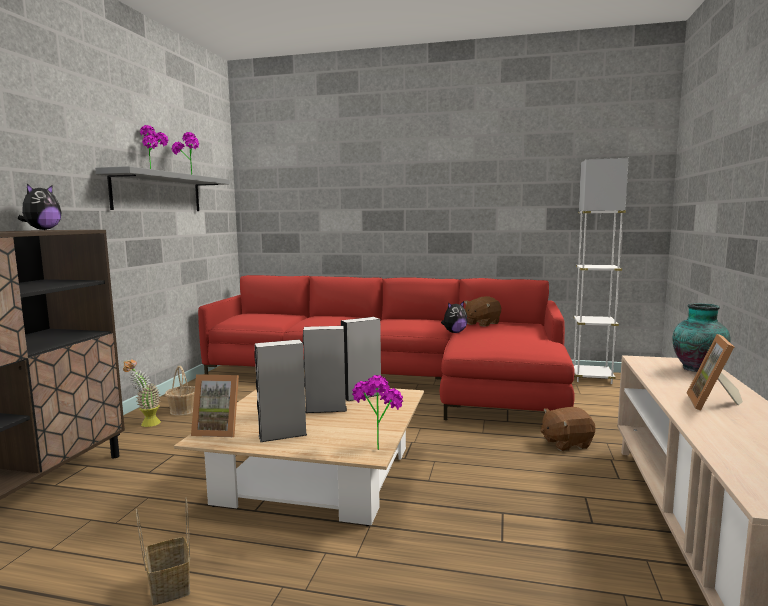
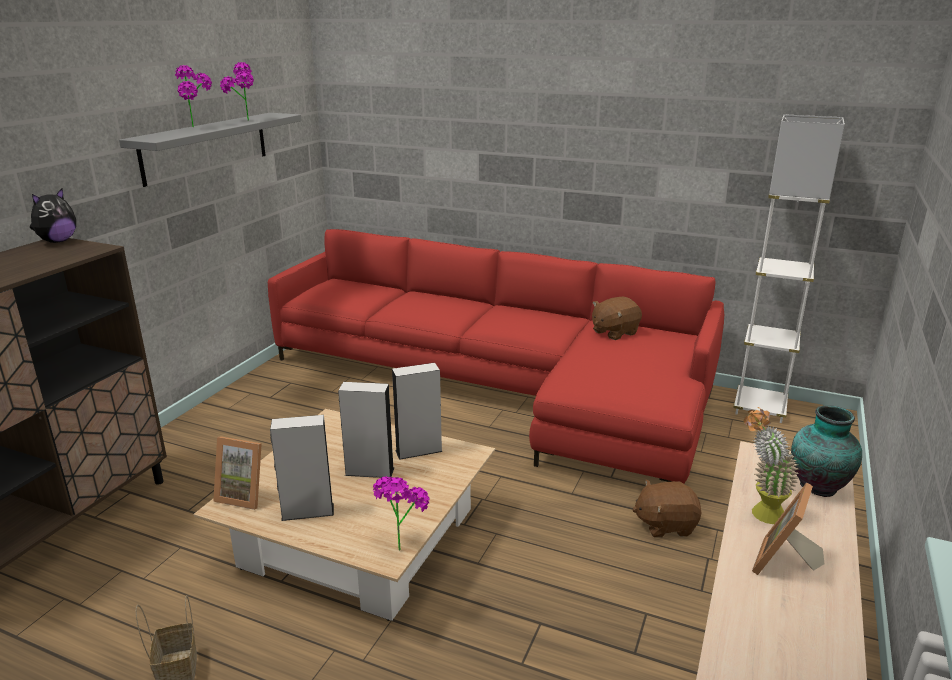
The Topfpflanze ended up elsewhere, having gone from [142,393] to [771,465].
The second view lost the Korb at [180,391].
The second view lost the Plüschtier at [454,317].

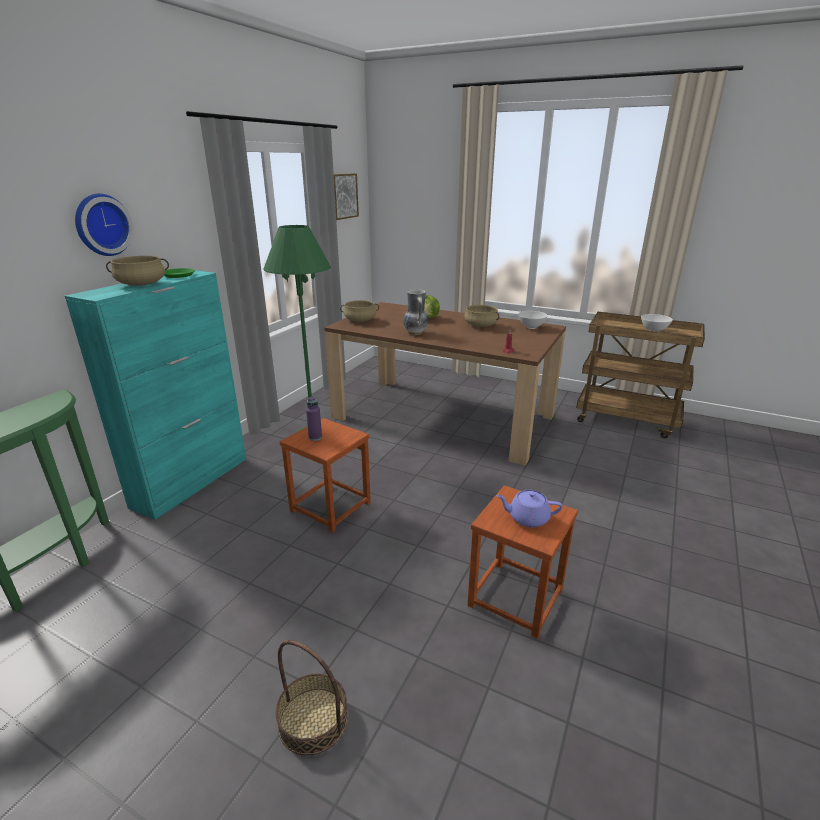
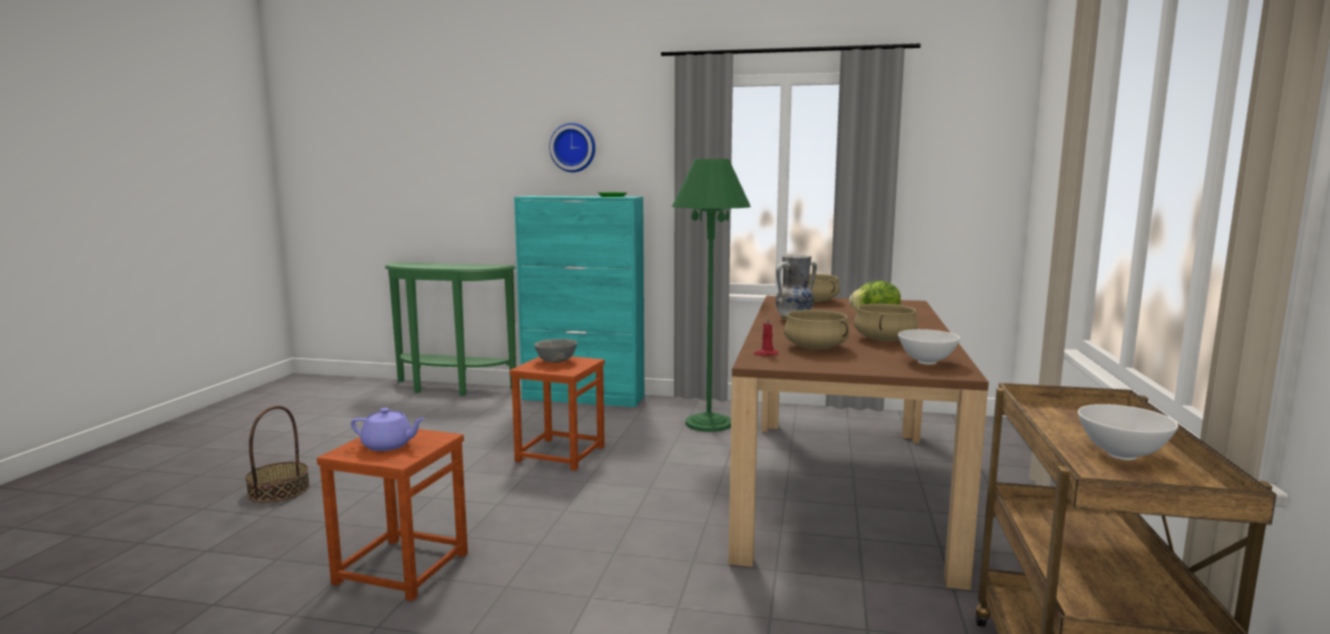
The Kochtopf (beige) ended up elsewhere, having gone from [137,271] to [817,329].
Where the Flasche (lila) stood at [314,418], the Schüssel (grau) came to stand at [556,351].
The second view lost the Bild at [346,197].
The Teekanne (lila) at [529,508] ended up facing another way, 105 degrees clockwise from before.

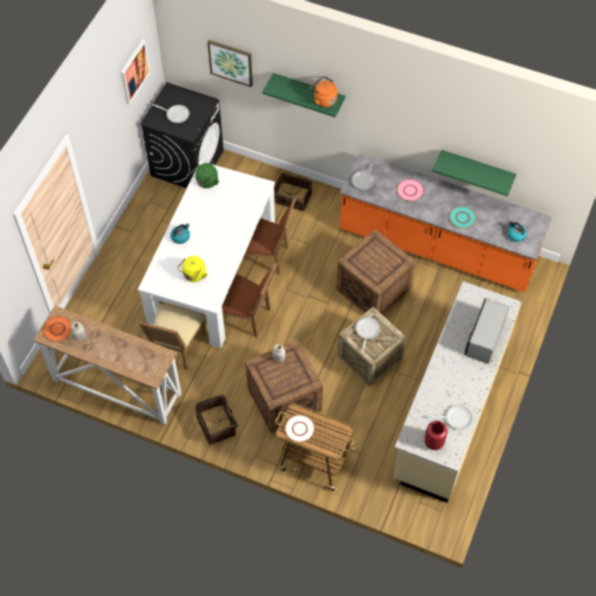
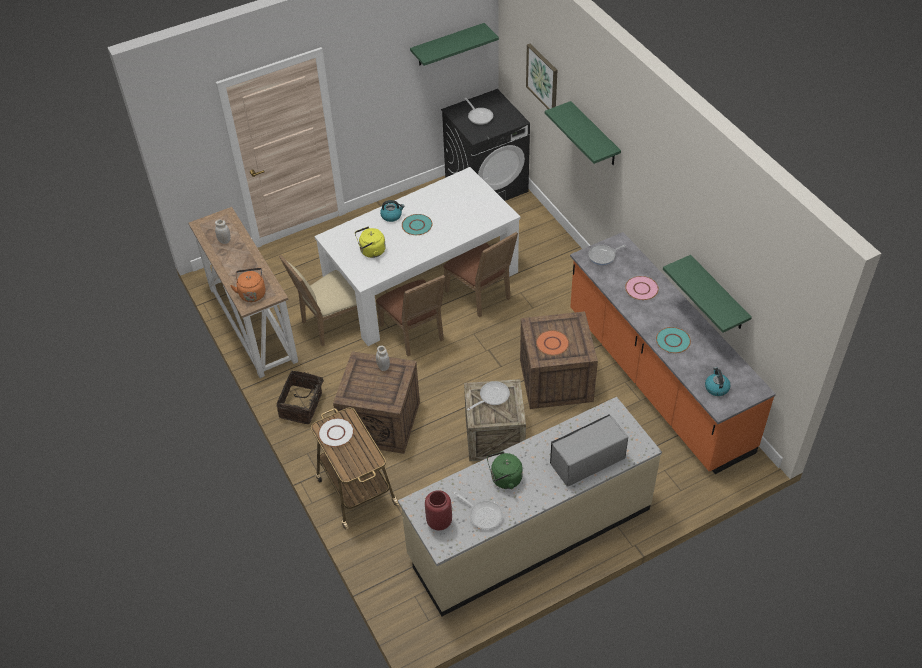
The Teller (orange) ended up elsewhere, having gone from [57,329] to [552,343].
Where the Bild hung at [136,72], the Wandregal (grün) came to hang at [454,44].
The Wasserkessel (grün) ended up elsewhere, having gone from [205,175] to [505,470].
The second view lost the Korb at [293,191].
The Wasserkessel (orange) ended up elsewhere, having gone from [323,91] to [248,285].
The second view gained the Teller (türkis) at [417,224].

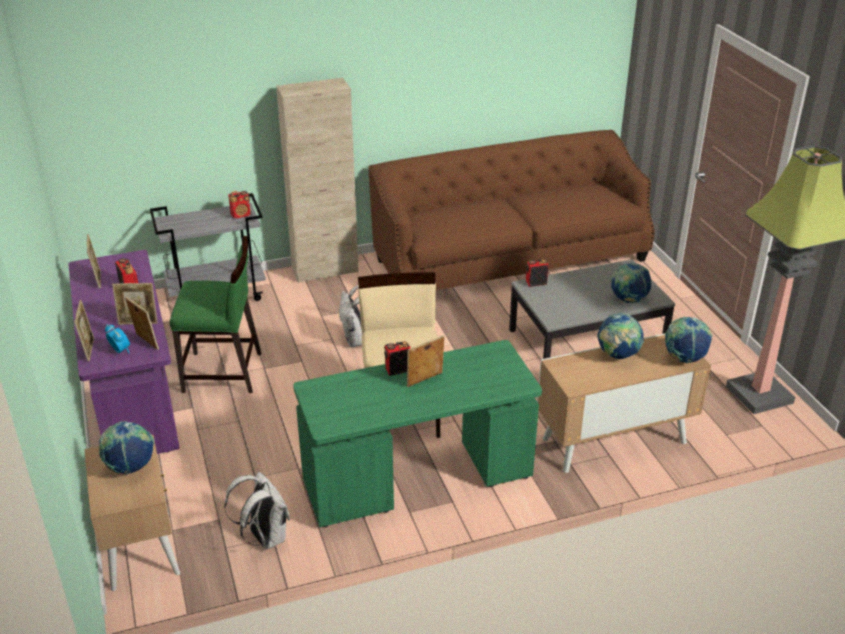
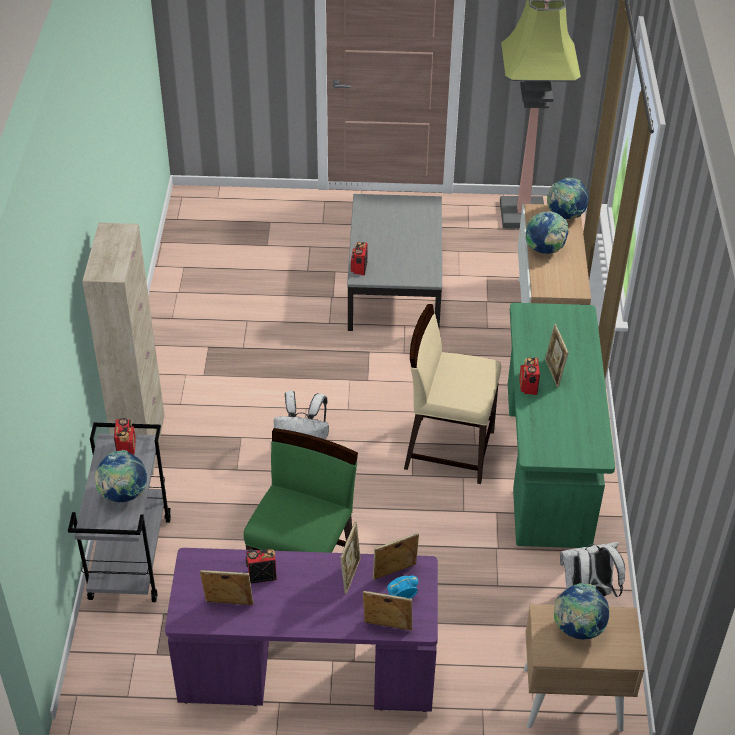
The second view lost the Sofa (braun) at [511,210].
The Globus ended up elsewhere, having gone from [631,283] to [120,476].

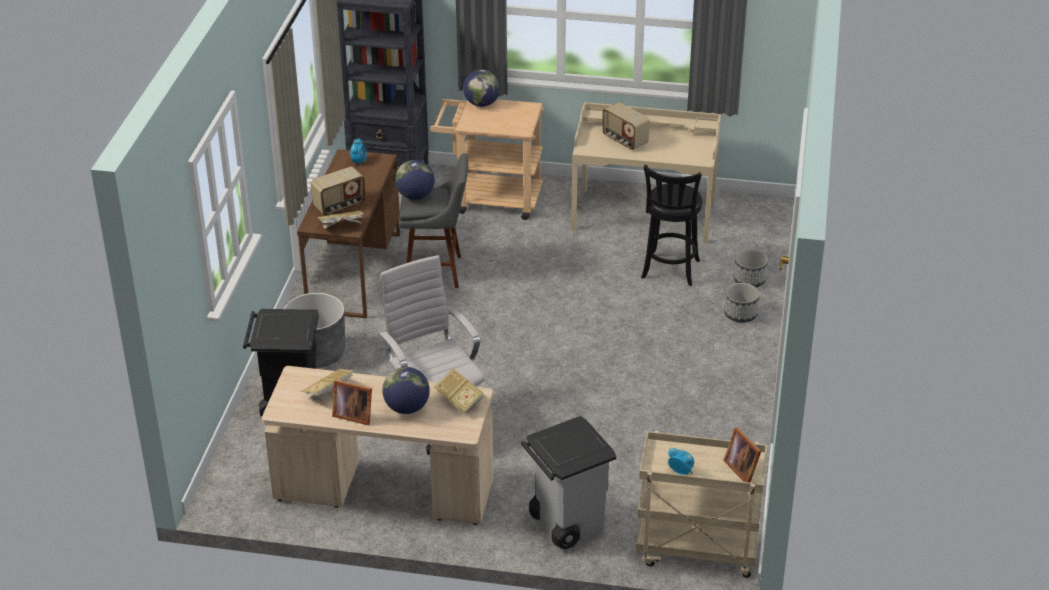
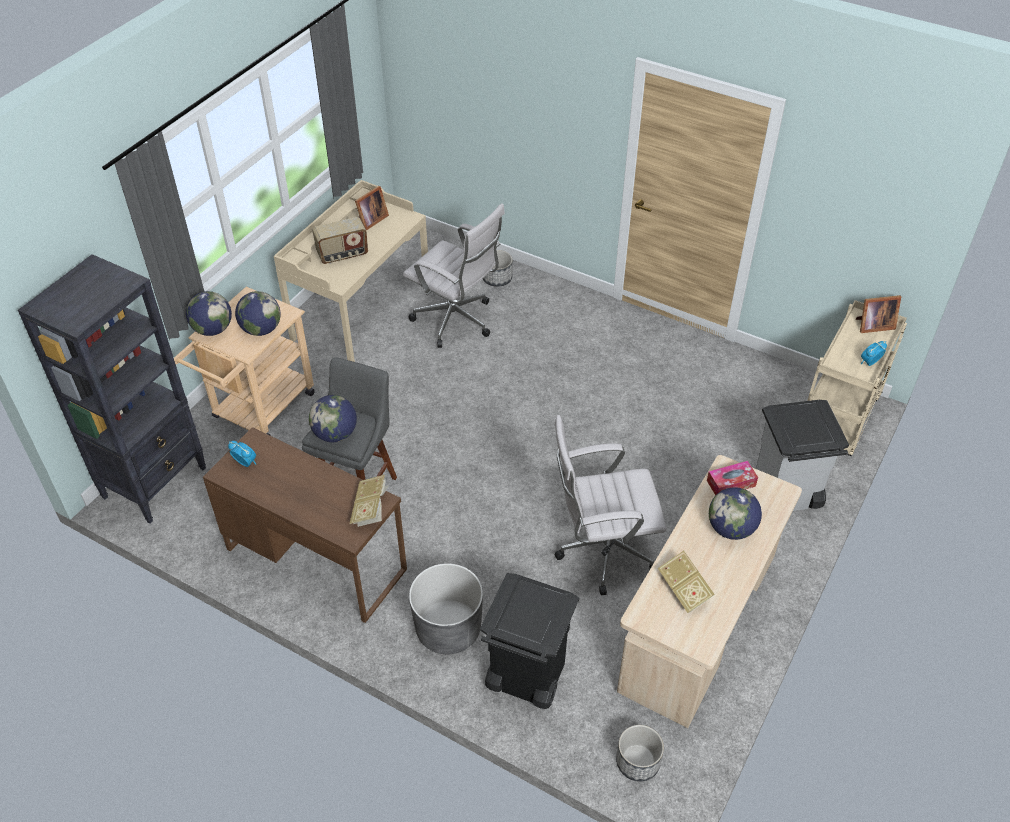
The second view lost the Radio at [338,191].
The Bilderrahmen ended up elsewhere, having gone from [352,402] to [372,208].
Where the Buch stood at [459,391], the Taschentuchbox came to stand at [732,478].
Where the Hocker (schwarz) stood at [672,225], the Bürostuhl (weiß) came to stand at [454,275].
The Pflanzkübel ended up elsewhere, having gone from [742,303] to [640,753].
The second view gained the Globus at [258,313].

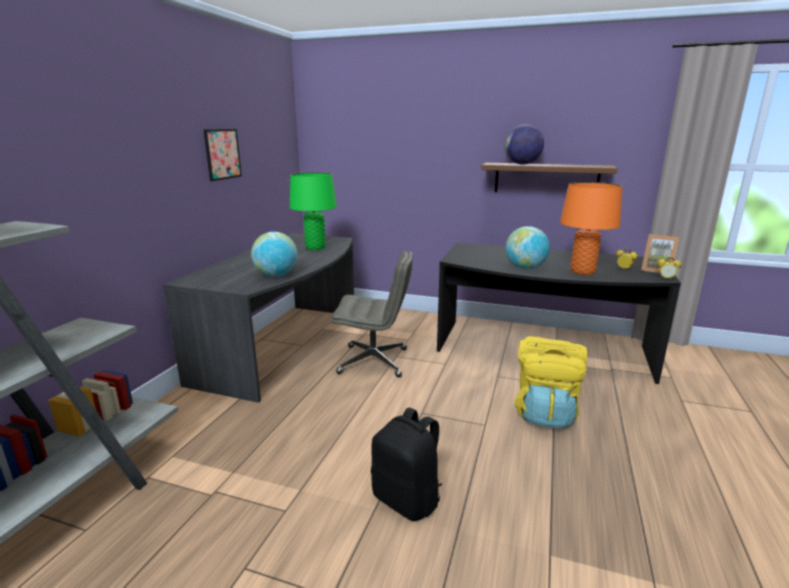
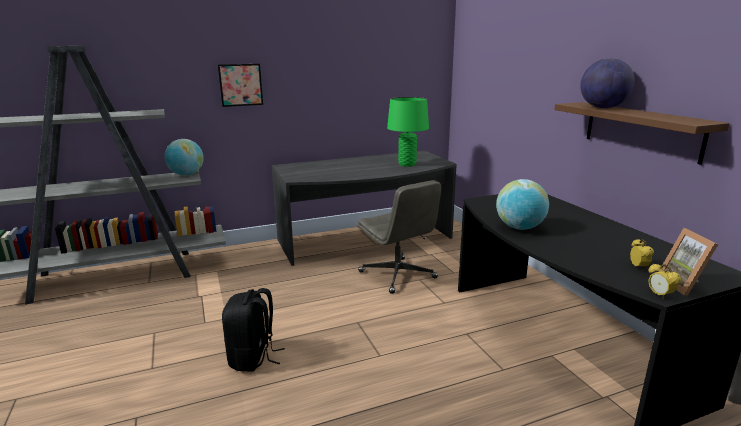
The Bild ended up elsewhere, having gone from [223,155] to [240,85].
The Globus ended up elsewhere, having gone from [274,254] to [184,157].
The second view lost the Rucksack (gelb) at [551,382].
The second view lost the Tischlampe (orange) at [591,228].

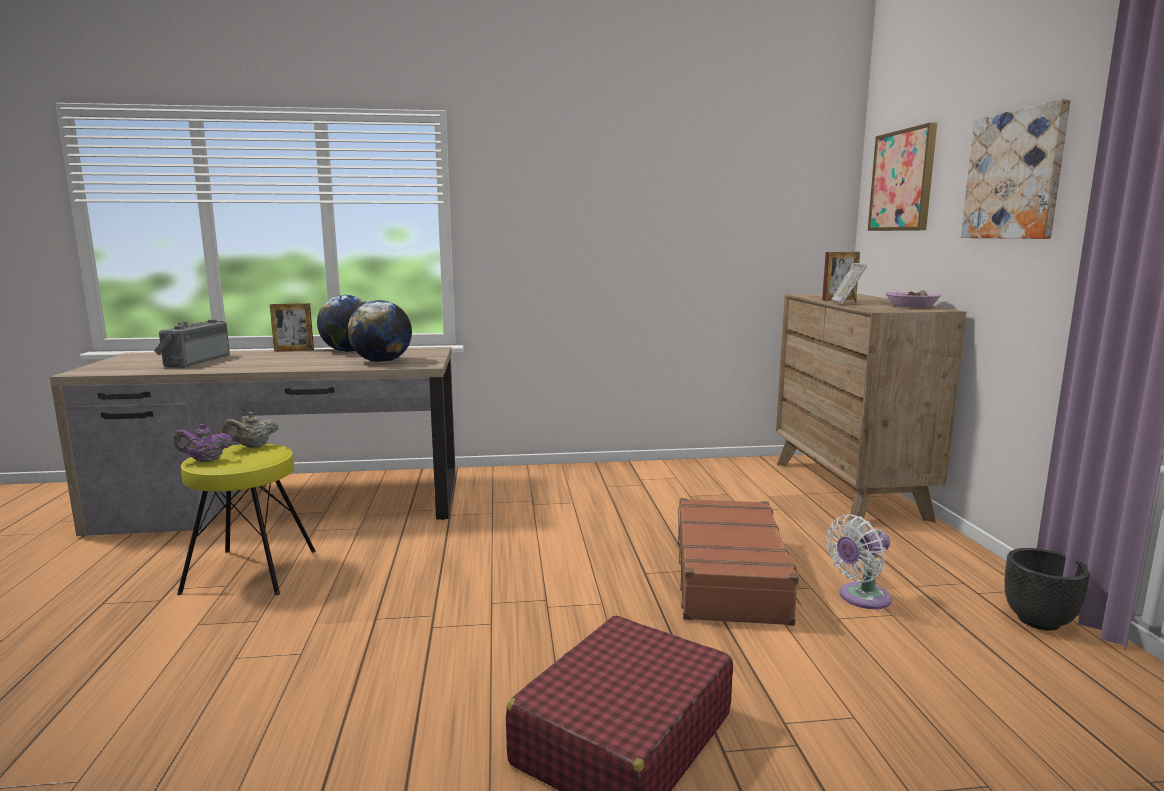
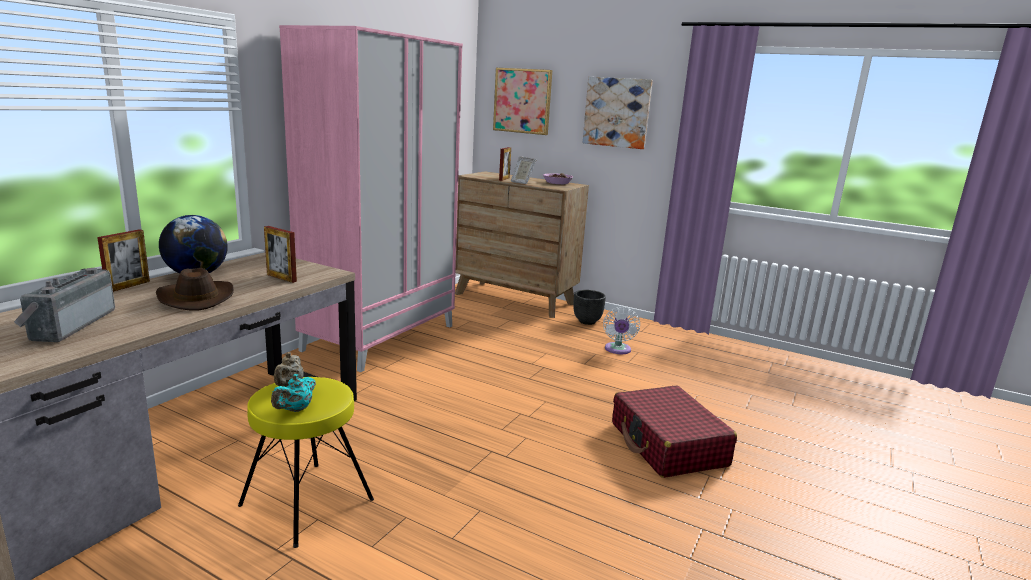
The Radio at [192,343] ended up facing another way, 45 degrees clockwise from before.
What was the Teekanne (lila) at [203,443] turned into the Teekanne (türkis) at [293,393].
Where the Globus stood at [380,331], the Bilderrahmen came to stand at [280,254].
The second view lost the Koffer (braun) at [740,562].
The Pflanzkübel (schwarz) ended up elsewhere, having gone from [1047,589] to [590,307].
The second view gained the Hut (braun) at [195,289].
The second view gained the Kleiderschrank (rosa) at [371,198].

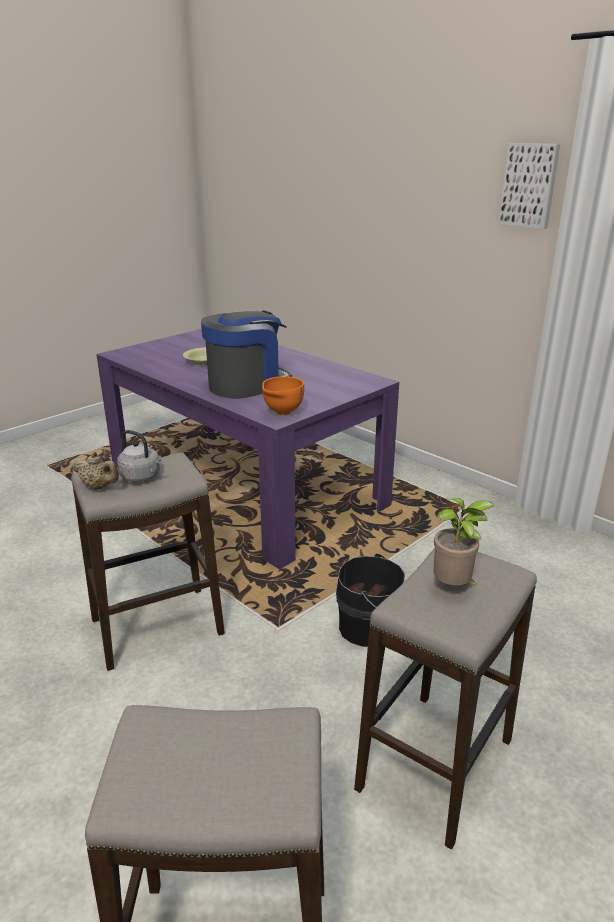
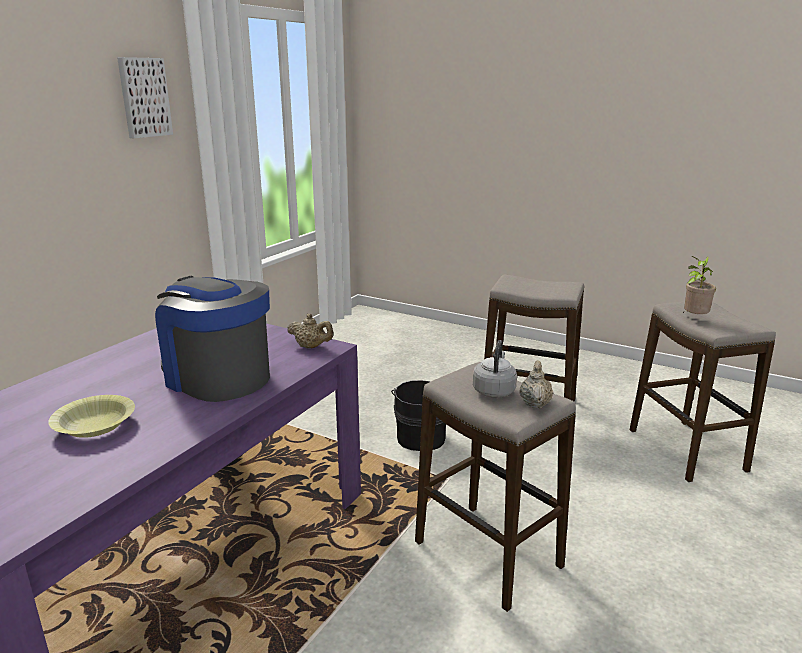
Where the Schüssel (orange) stood at [283,395], the Teekanne (beige) came to stand at [310,331].
The Topfpflanze ended up elsewhere, having gone from [464,542] to [699,285].

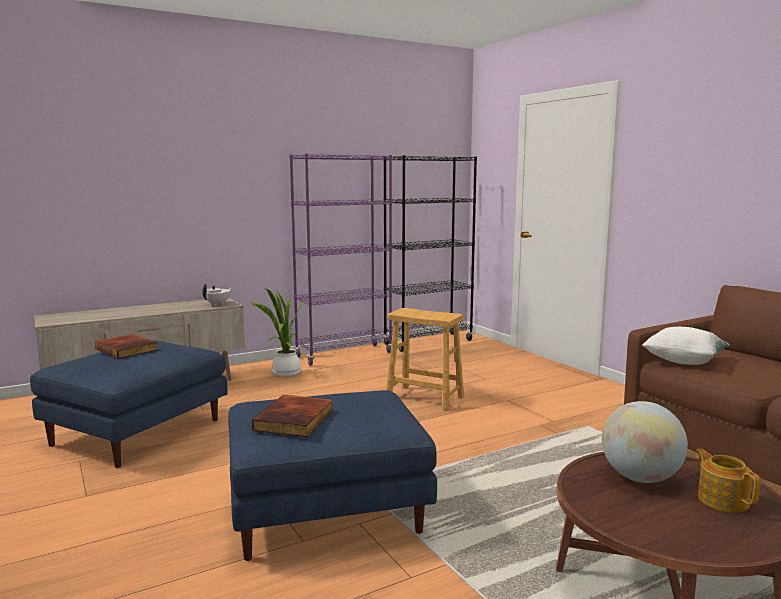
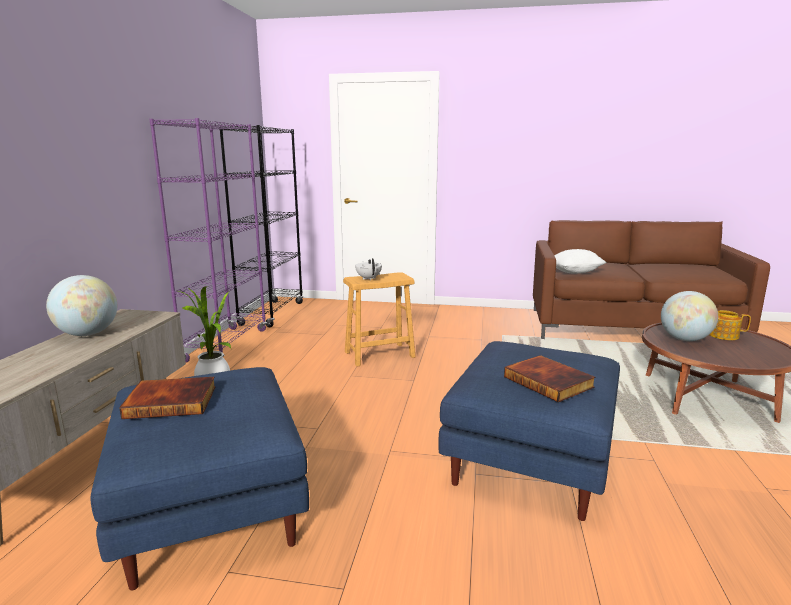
The Teekanne (weiß) ended up elsewhere, having gone from [216,295] to [368,269].
The second view gained the Globus at [81,305].

